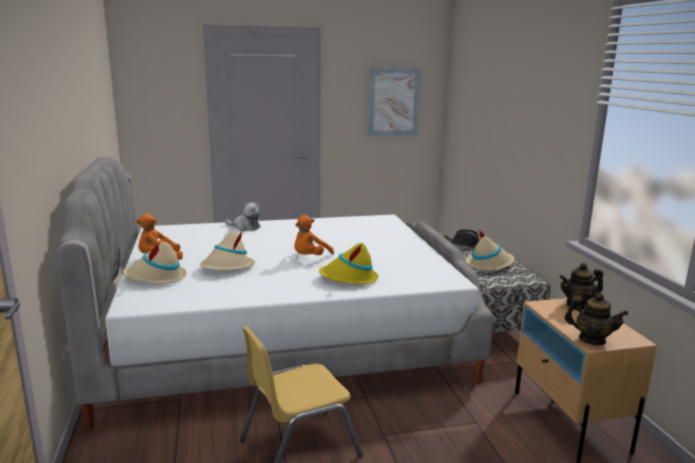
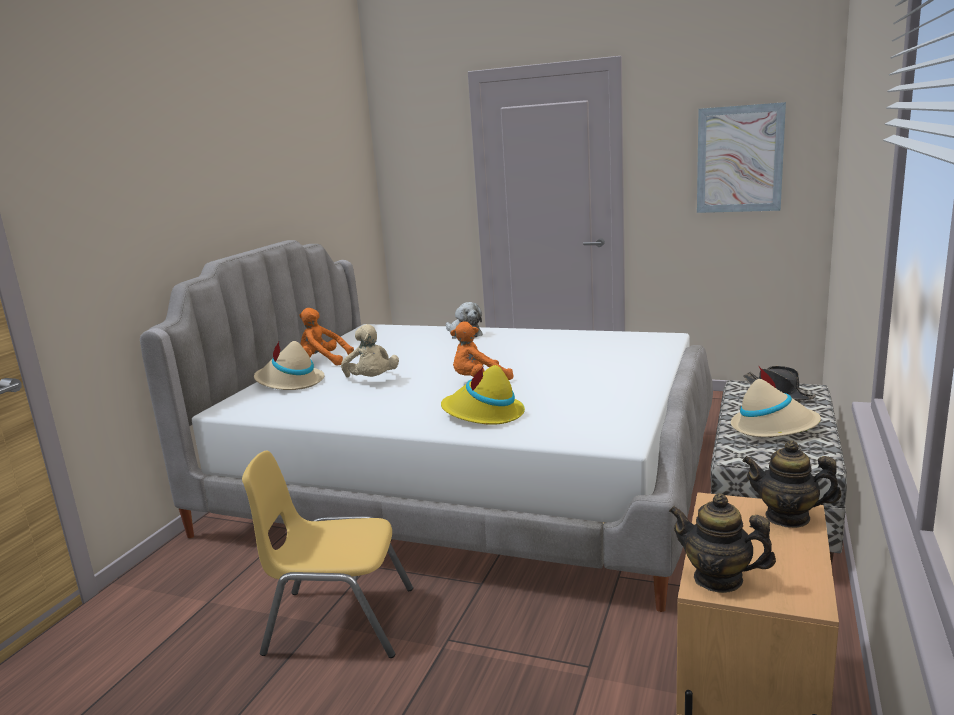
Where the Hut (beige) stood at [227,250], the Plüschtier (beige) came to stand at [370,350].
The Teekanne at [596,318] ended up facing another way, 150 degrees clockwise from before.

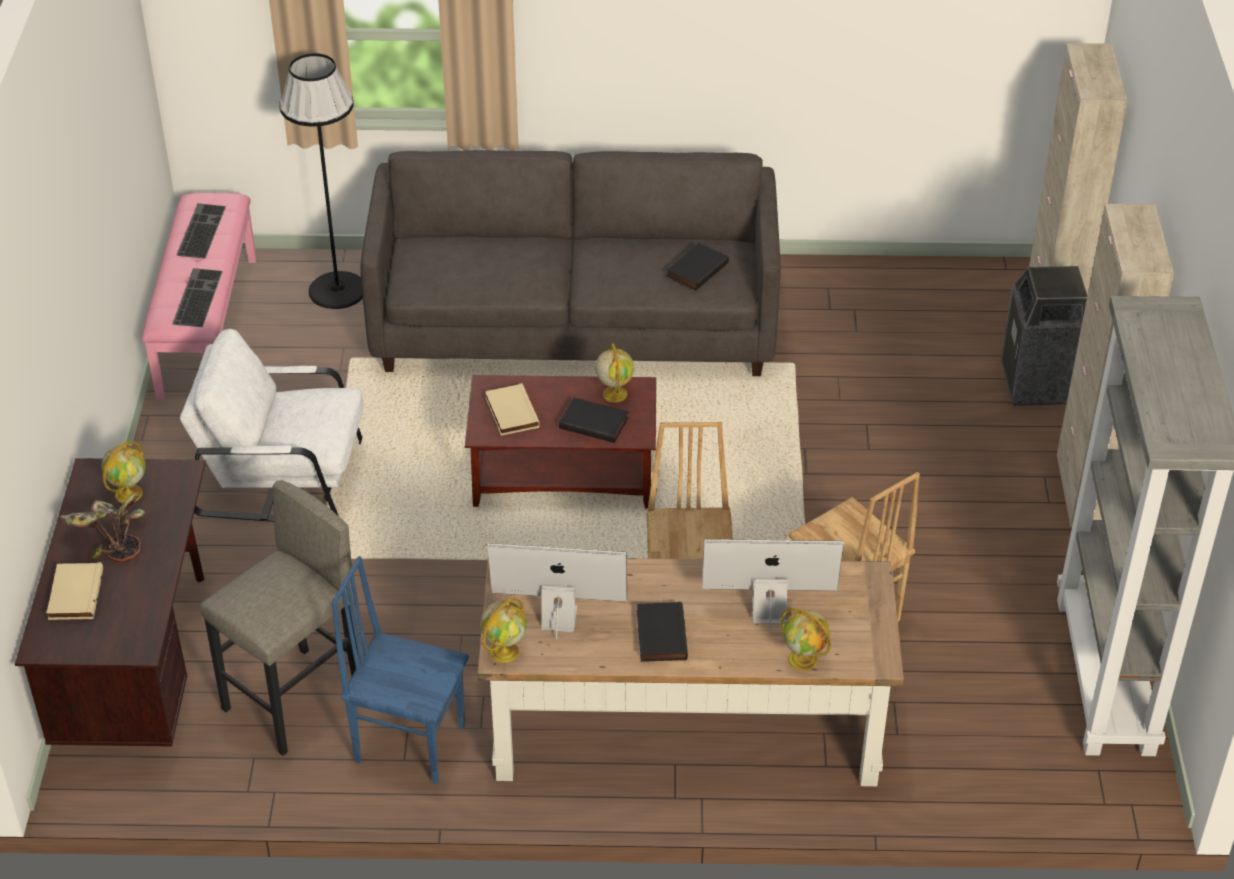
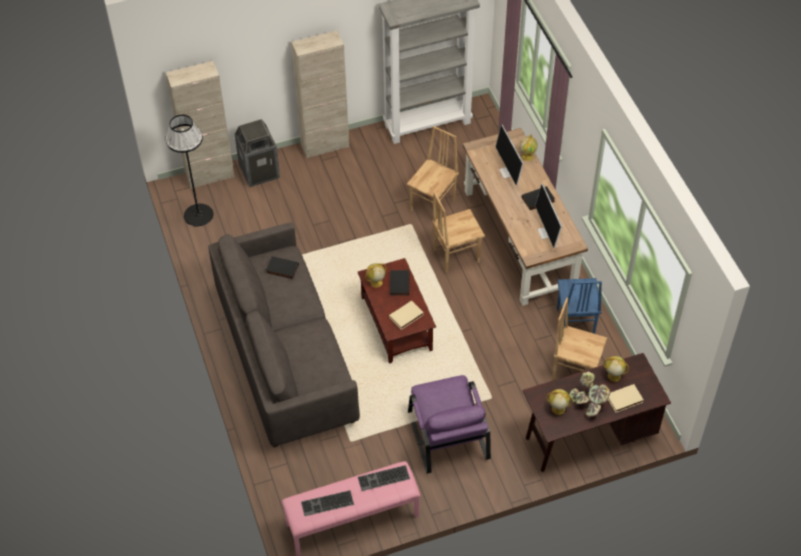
What was the Sessel (weiß) at [271,425] turned into the Sessel (lila) at [449,424].
Where the Hocker (grau) stood at [279,618], the Stuhl (braun) came to stand at [579,339].
The Stehlampe (schwarz) ended up elsewhere, having gone from [321,181] to [189,171].
The Globus ended up elsewhere, having gone from [503,630] to [616,369].

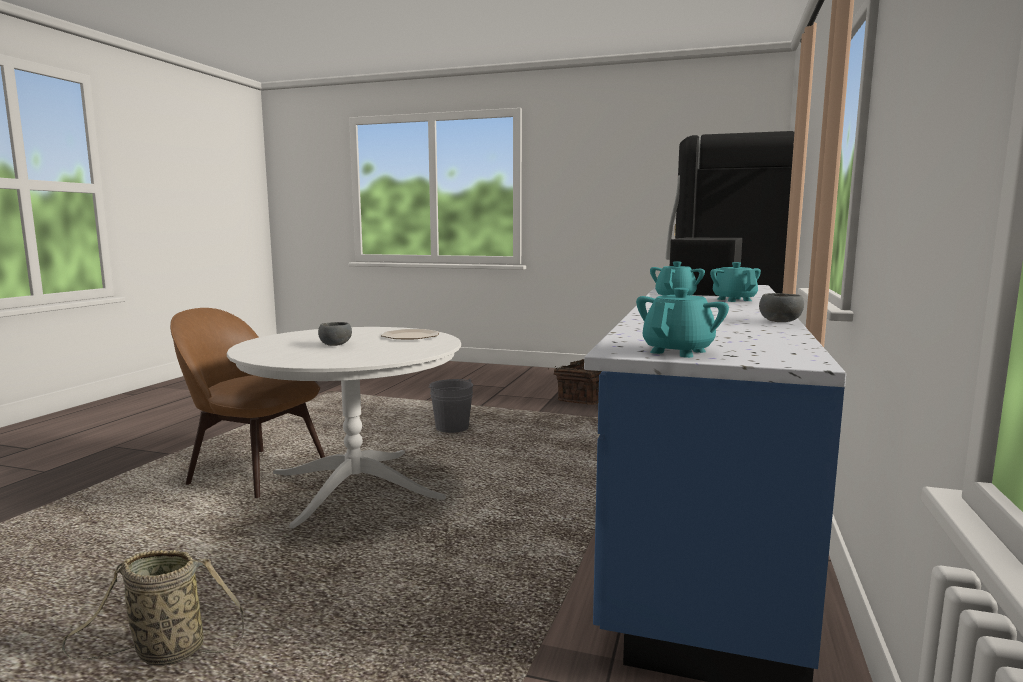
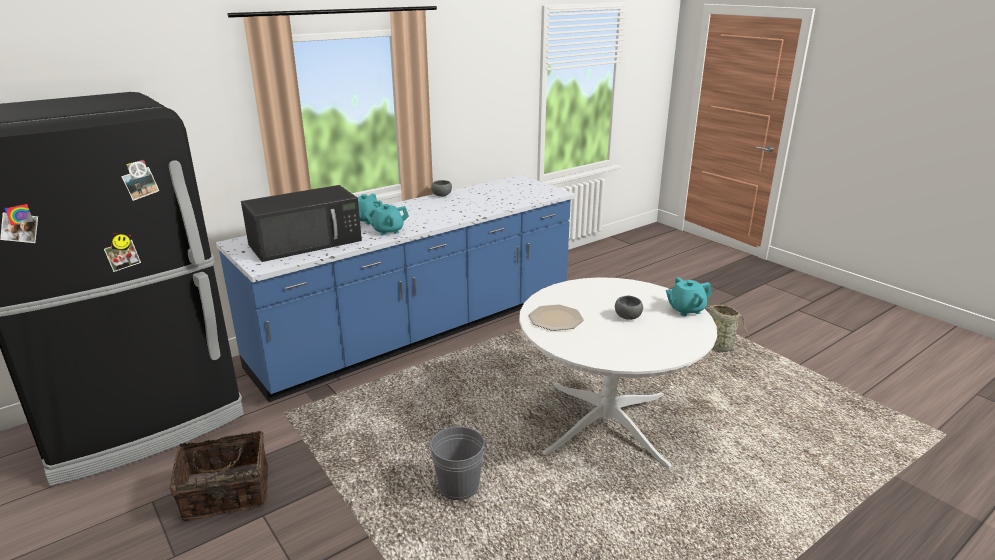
The second view lost the Stuhl (braun) at [247,403].
The Teekanne (türkis) ended up elsewhere, having gone from [682,323] to [689,296].

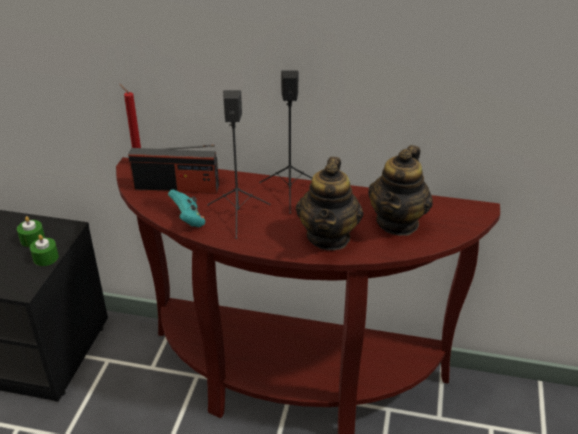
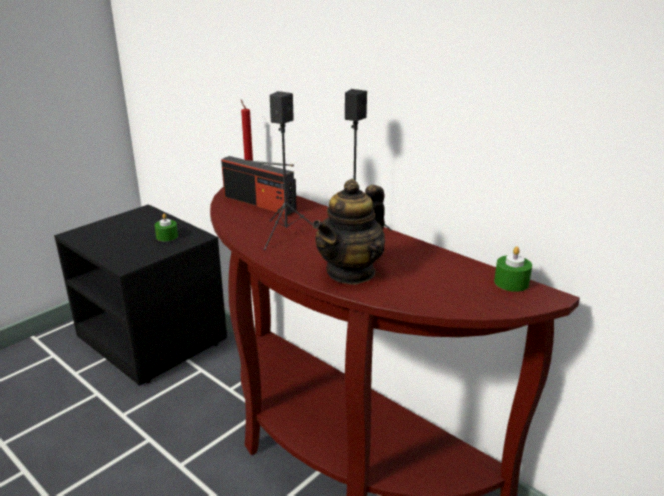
The Kerze (grün) ended up elsewhere, having gone from [44,250] to [513,269].
The second view lost the Gamepad (türkis) at [186,208].
The second view lost the Teekanne at [400,190].

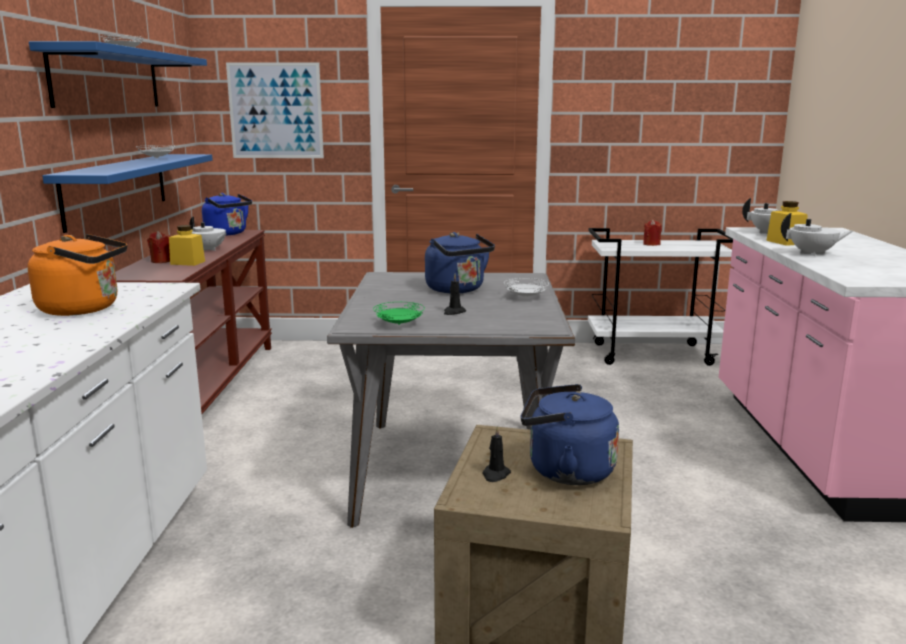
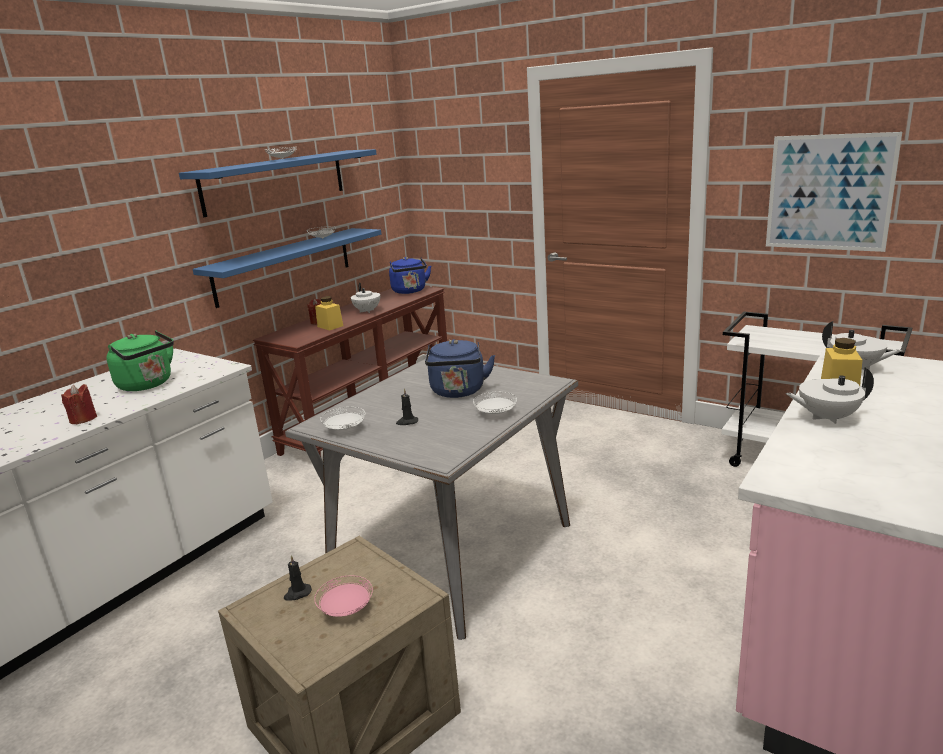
What was the Wasserkessel (orange) at [77,275] turned into the Wasserkessel (grün) at [140,361].
The Bild ended up elsewhere, having gone from [275,110] to [834,192].
What was the Teller (grün) at [399,313] turned into the Teller (weiß) at [342,418].
Where the Wasserkessel (blau) stood at [569,434], the Teller (rosa) came to stand at [343,596].
The Kerze (rot) ended up elsewhere, having gone from [652,232] to [79,404].
The Teekanne (weiß) at [817,234] ended up facing another way, 135 degrees clockwise from before.

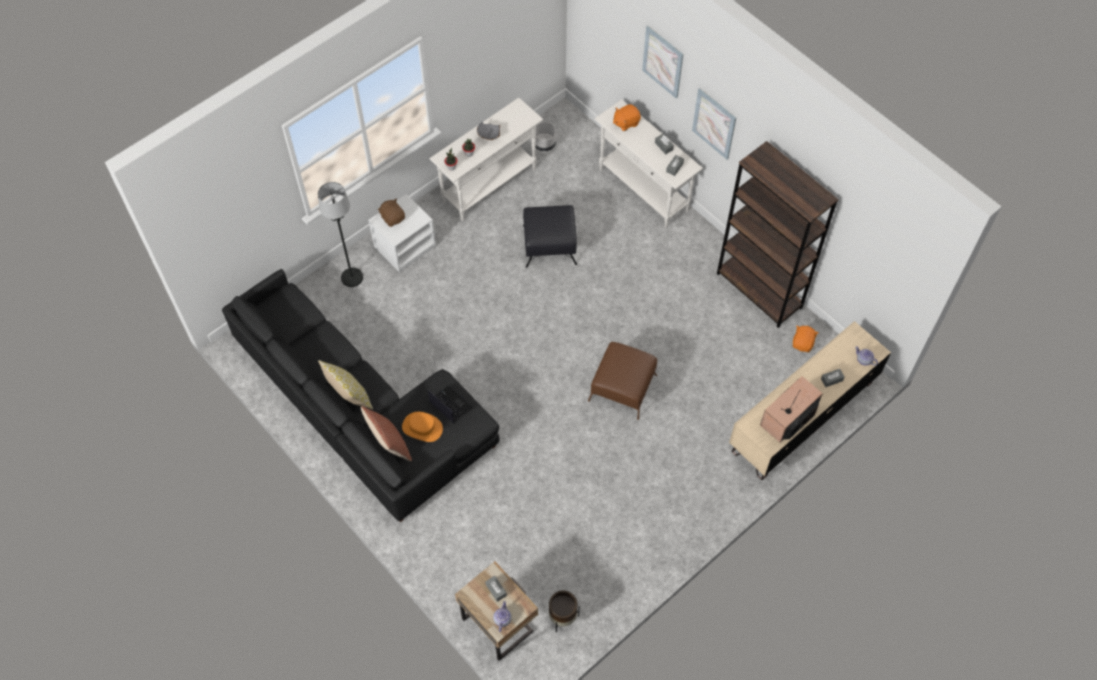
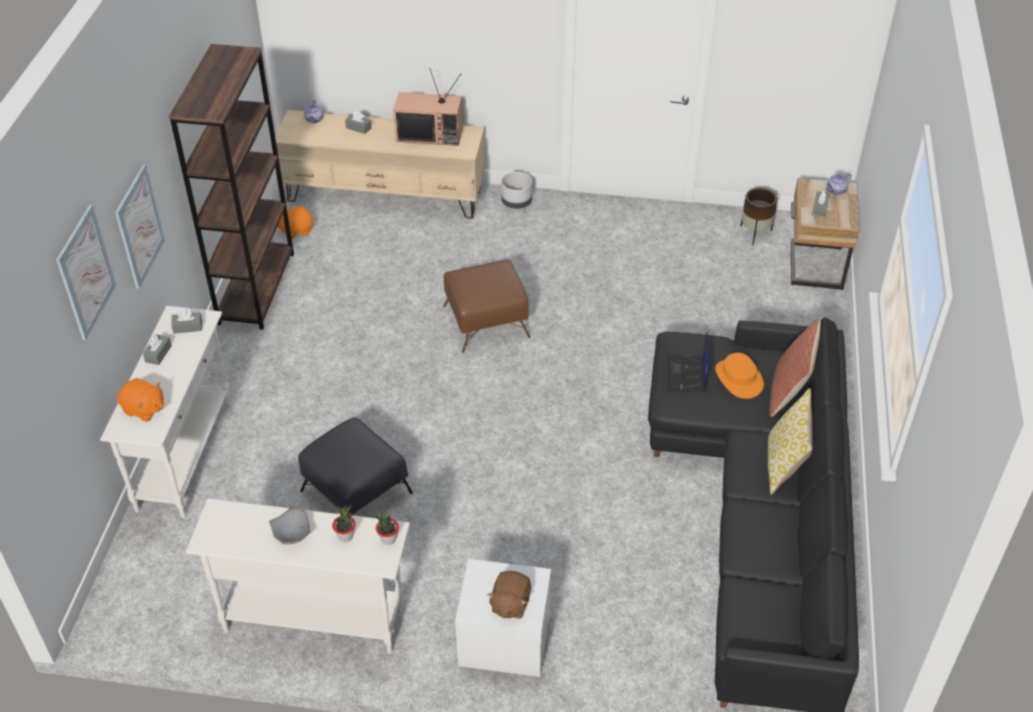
The second view lost the Stehlampe (schwarz) at [340,234].
The Pflanzkübel (grau) ended up elsewhere, having gone from [545,136] to [516,190].

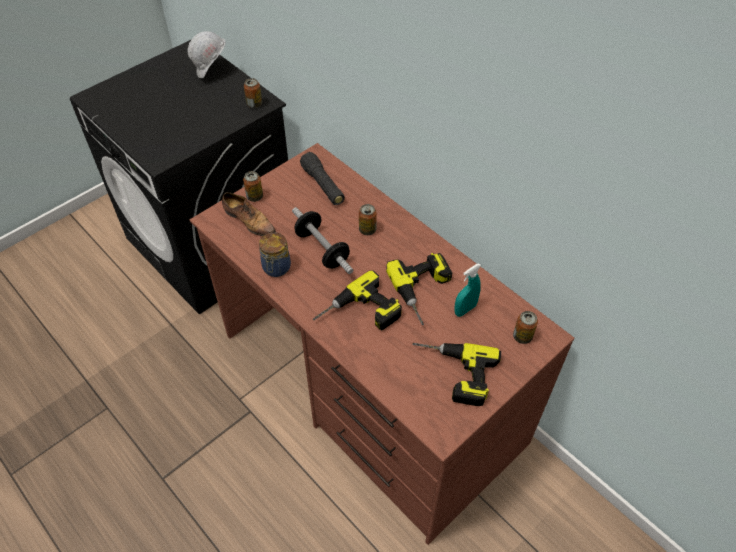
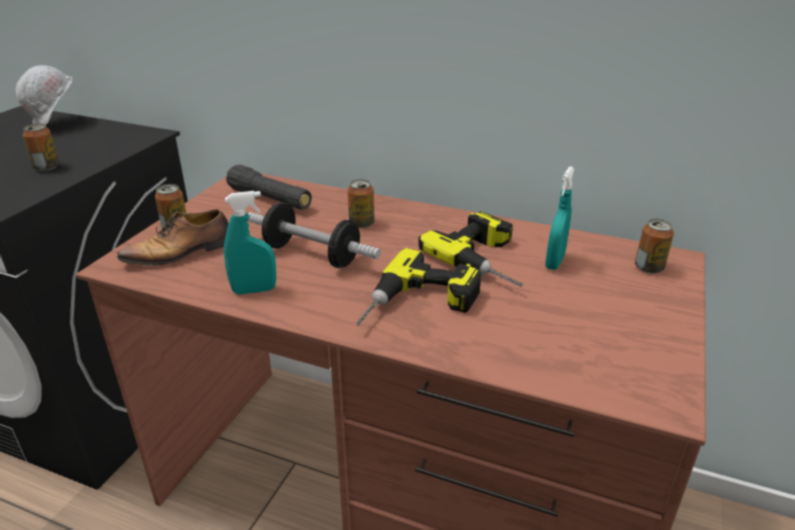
The Schuh at [249,214] ended up facing another way, 135 degrees clockwise from before.
The Dose ended up elsewhere, having gone from [253,93] to [41,147].
Where the Vorratsglas stood at [275,254], the Sprühflasche (türkis) came to stand at [250,243].
The second view lost the Bohrmaschine at [456,374].

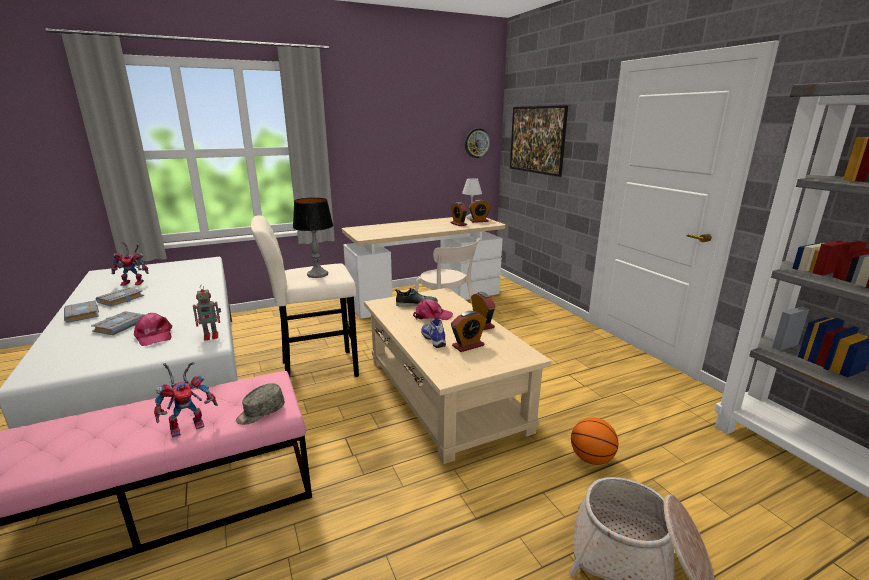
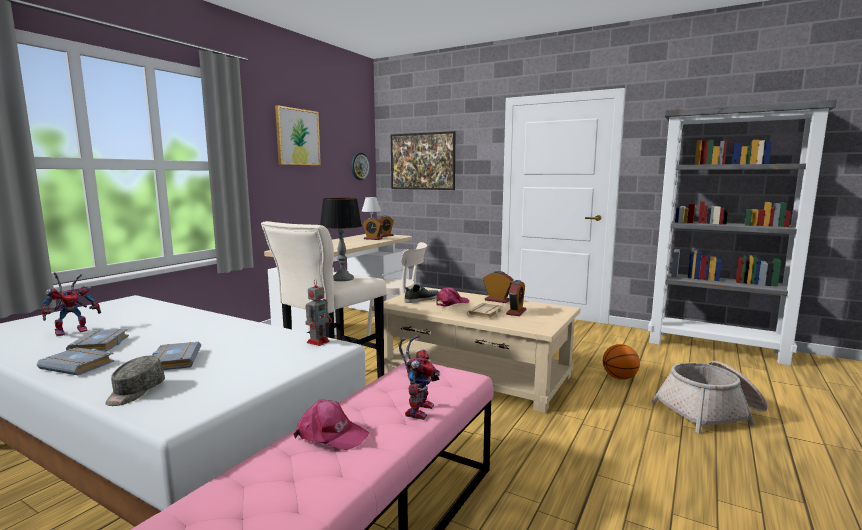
The Kappe (rosa) ended up elsewhere, having gone from [153,329] to [332,424].
The Kappe (grau) ended up elsewhere, having gone from [260,404] to [135,381].
Where the Schuh stood at [433,333], the Buch (beige) came to stand at [485,311].
The second view gained the Bild at [298,135].

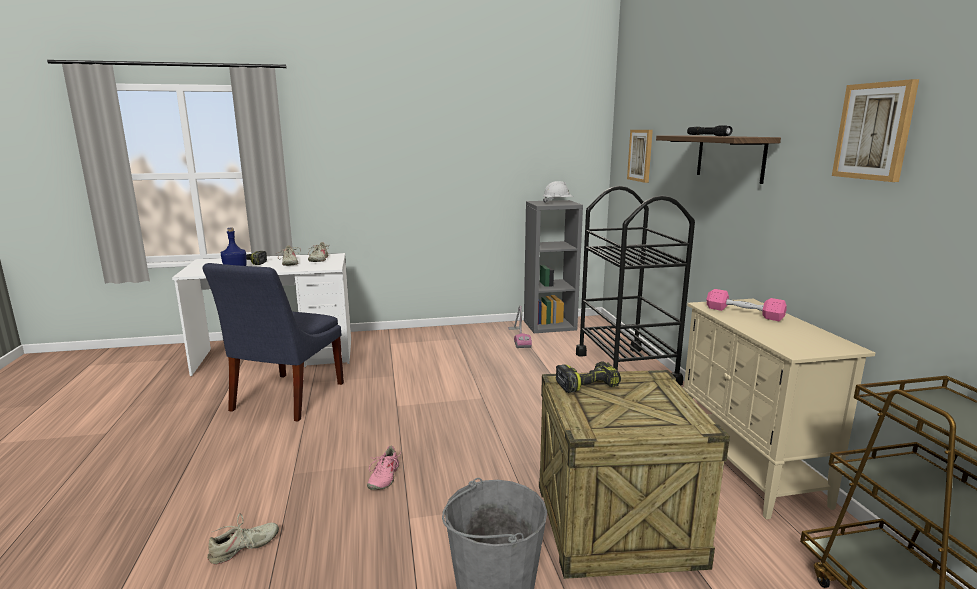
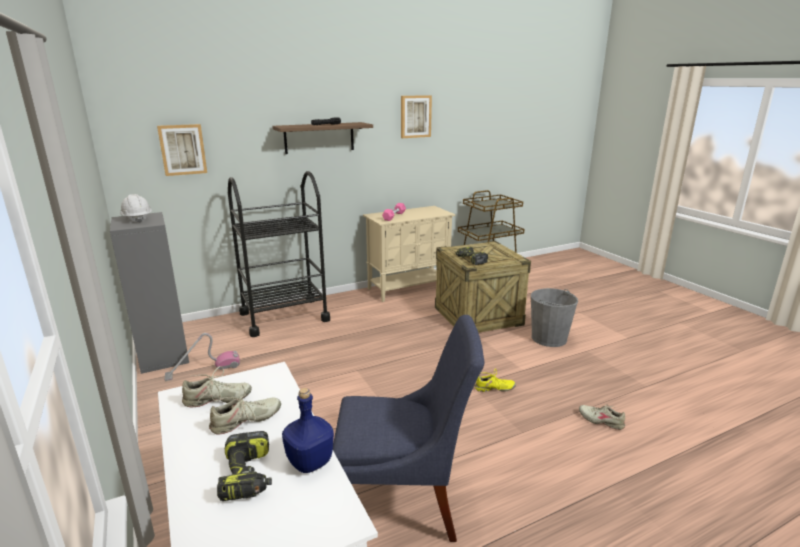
What was the Schuh (rosa) at [384,468] turned into the Schuh (gelb) at [495,380].

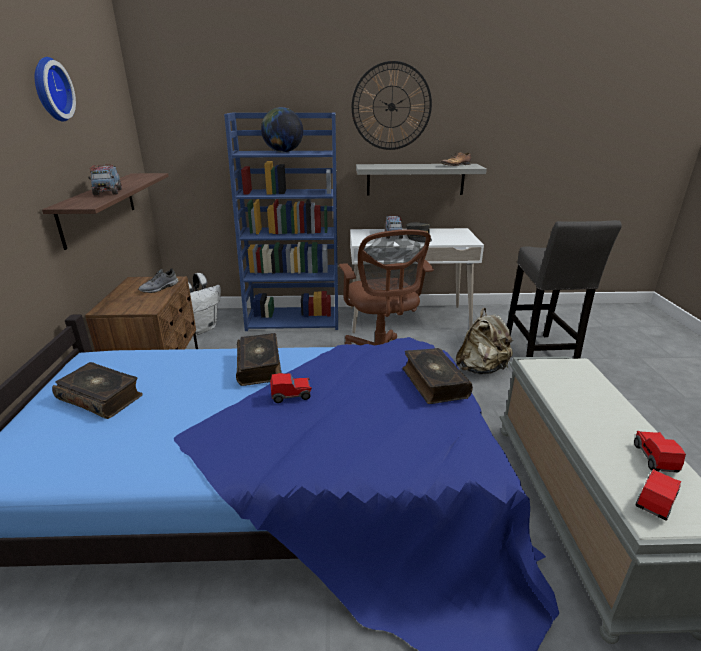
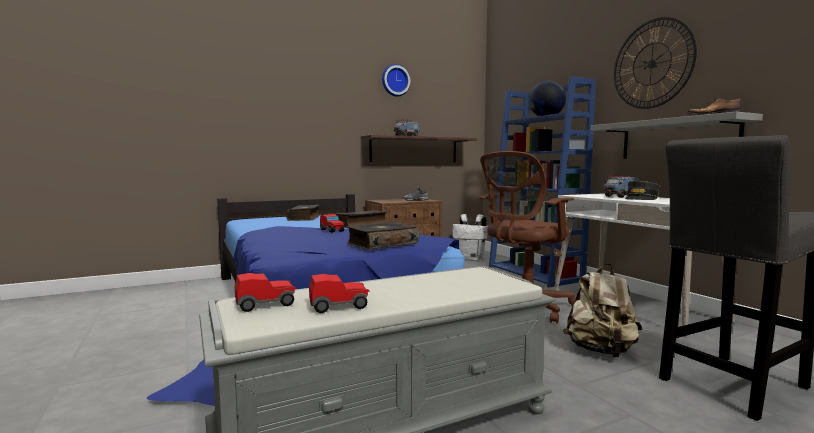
The Spielzeugauto at [658,495] ended up facing another way, 45 degrees counterclockwise from before.

